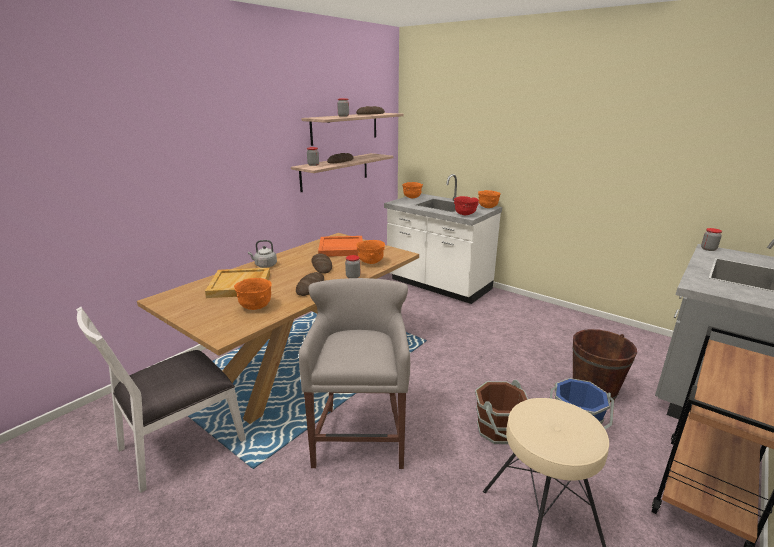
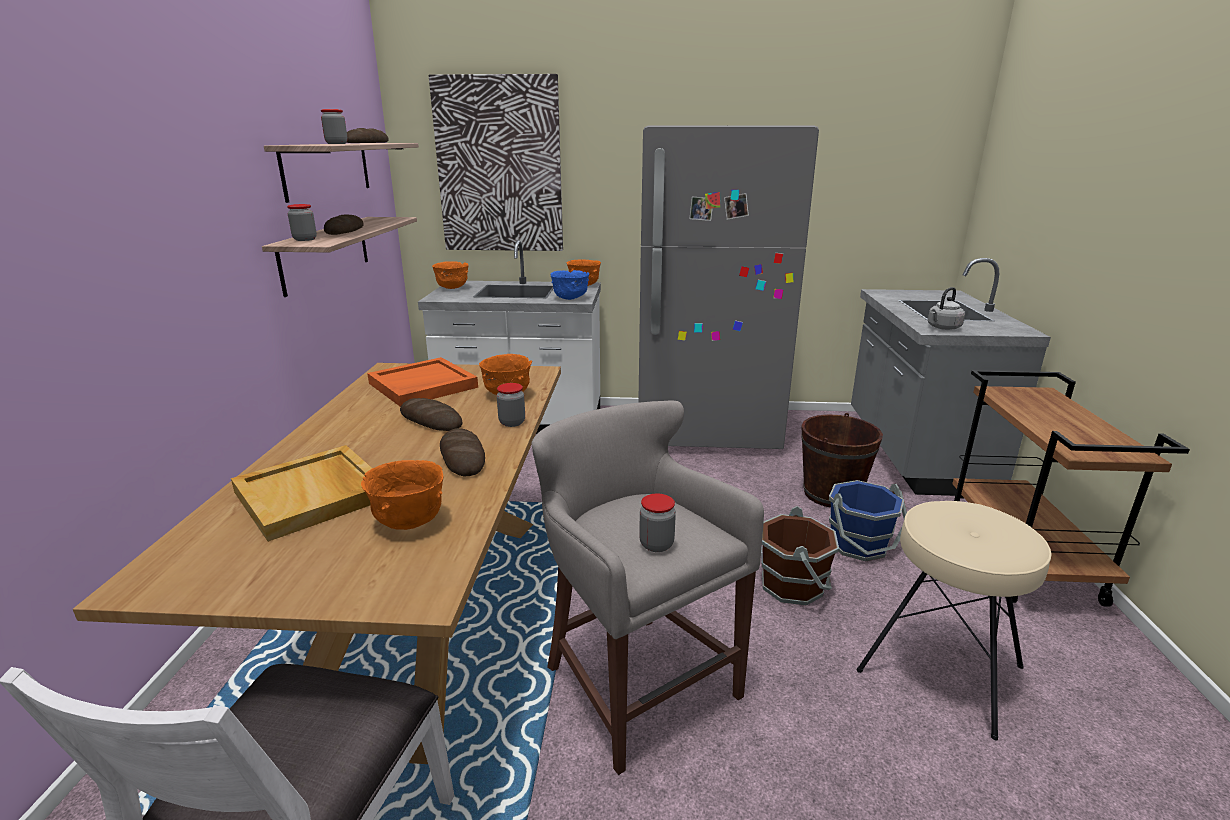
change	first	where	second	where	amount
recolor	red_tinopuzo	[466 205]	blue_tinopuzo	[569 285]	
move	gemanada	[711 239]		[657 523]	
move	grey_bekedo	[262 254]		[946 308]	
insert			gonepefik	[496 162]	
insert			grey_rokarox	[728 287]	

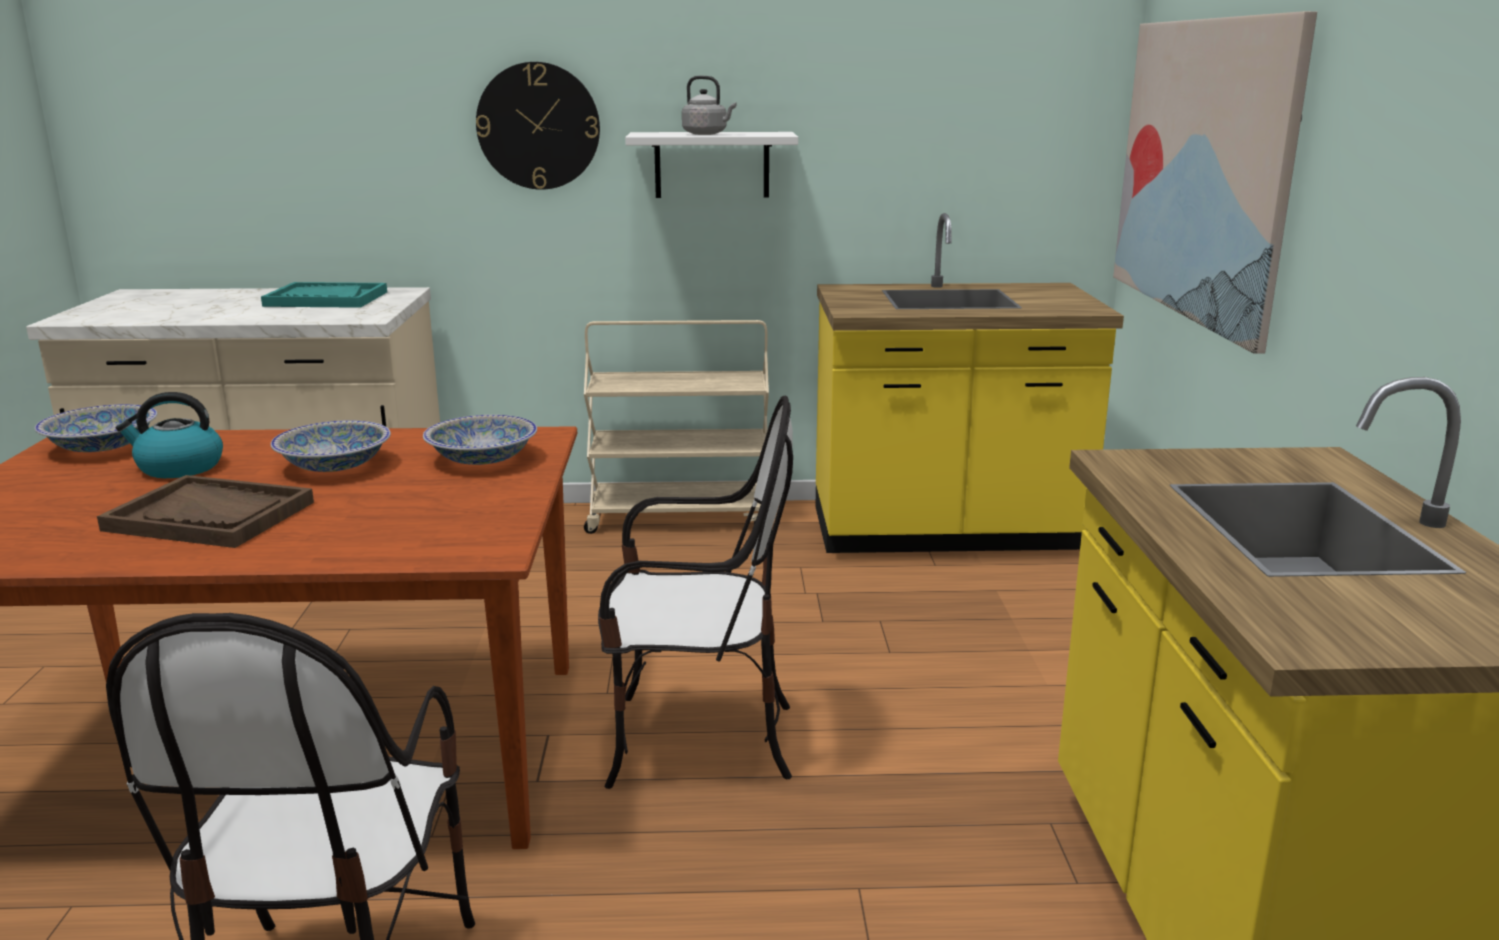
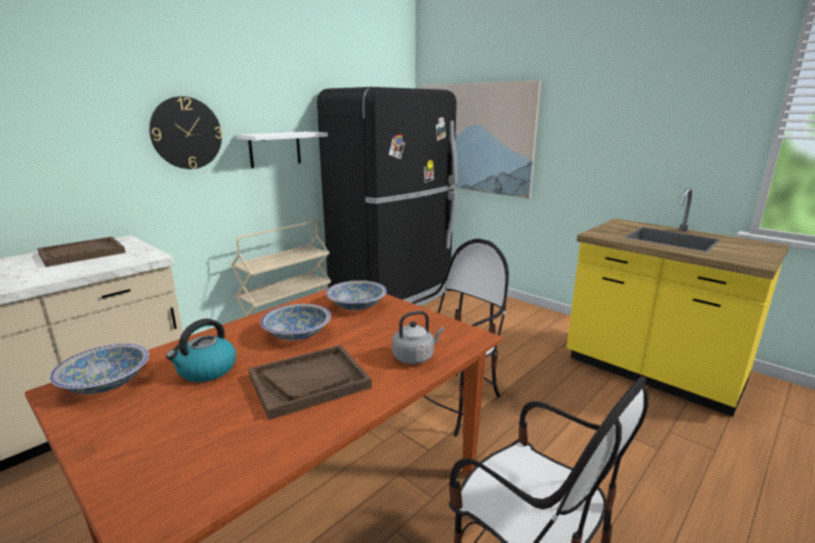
change	first	where	second	where	amount
move	grey_bekedo	[709 105]		[418 337]	
replace	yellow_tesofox	[969 383]	black_rokarox	[387 196]	
recolor	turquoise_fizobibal	[324 295]	brown_fizobibal	[81 252]	

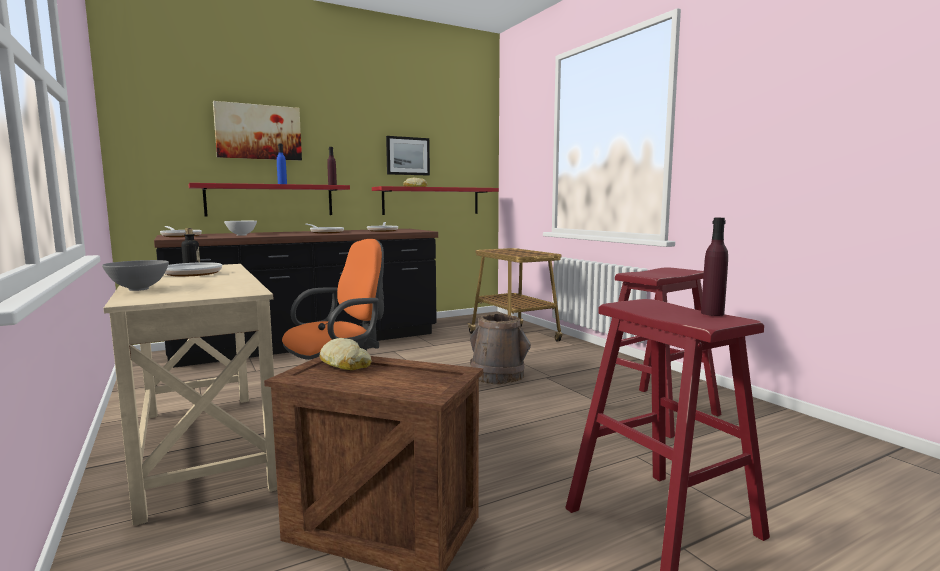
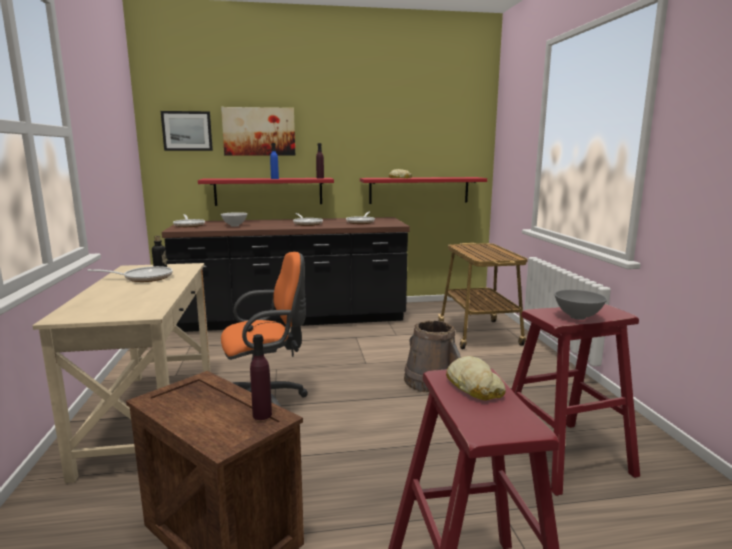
change	first	where	second	where	amount
move	gonepefik	[408 156]		[187 131]	
move	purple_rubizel	[714 267]		[261 377]	
move	grey_tinopuzo	[135 275]		[581 305]	
move	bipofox	[345 354]		[476 378]	

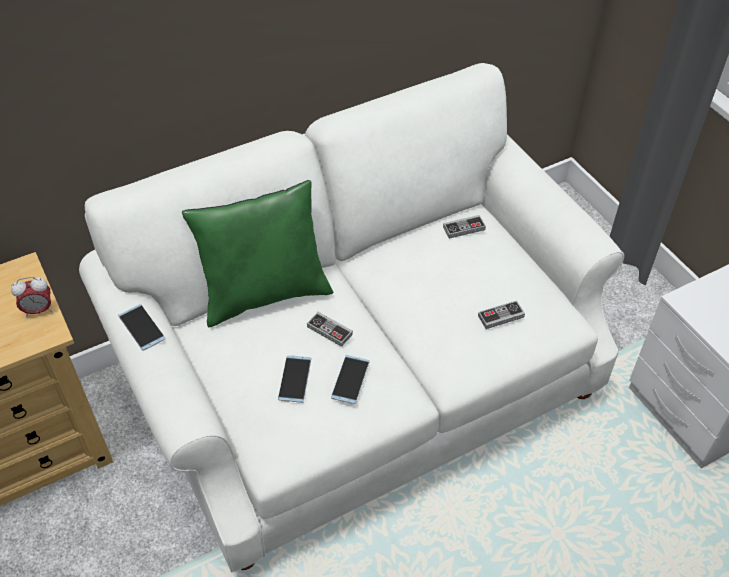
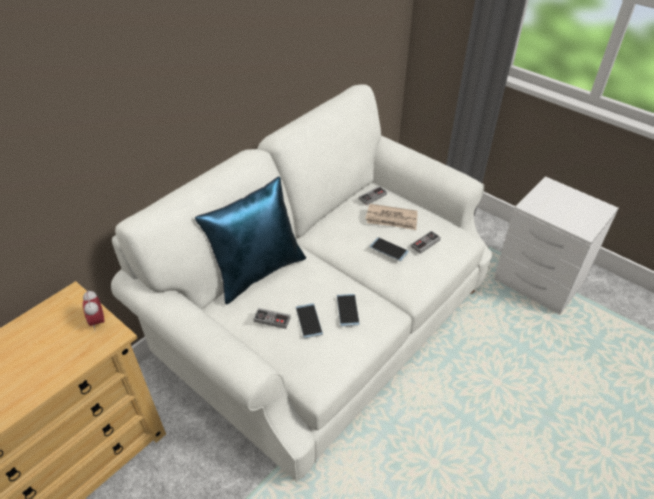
change	first	where	second	where	amount
recolor	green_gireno	[257 253]	blue_gireno	[250 240]	
rotate	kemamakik	[31 297]		[93 310]	105 degrees clockwise
move	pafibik	[141 327]		[389 249]	
move	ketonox	[330 329]		[272 318]	
insert			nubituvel	[391 217]	

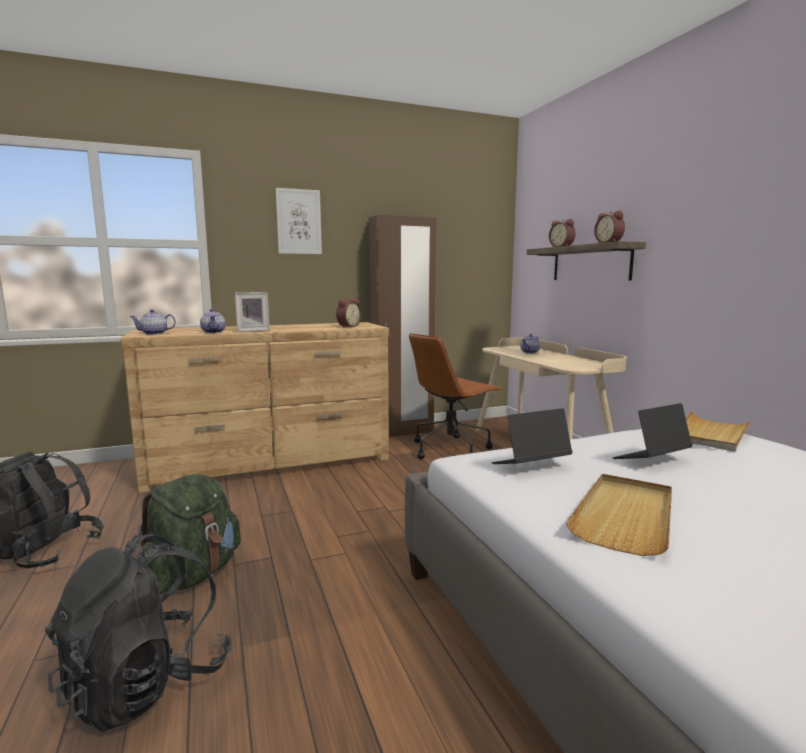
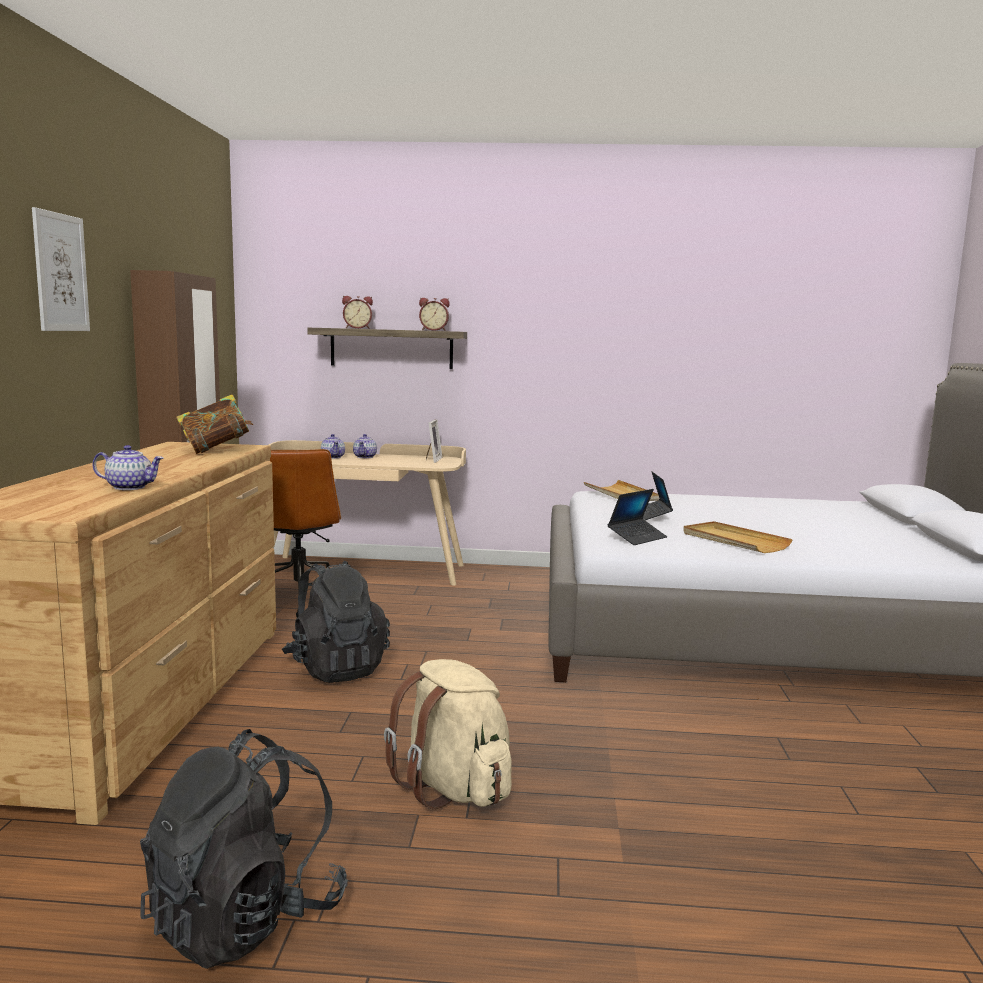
change	first	where	second	where	amount
move	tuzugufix	[252 312]		[434 441]	
replace	kemamakik	[349 313]	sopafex	[214 424]	
move	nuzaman	[153 322]		[365 446]	
rotate	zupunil	[532 436]		[637 517]	135 degrees counterclockwise
recolor	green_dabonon	[189 534]	beige_dabonon	[448 734]	
move	black_dabonon	[138 631]		[336 622]	

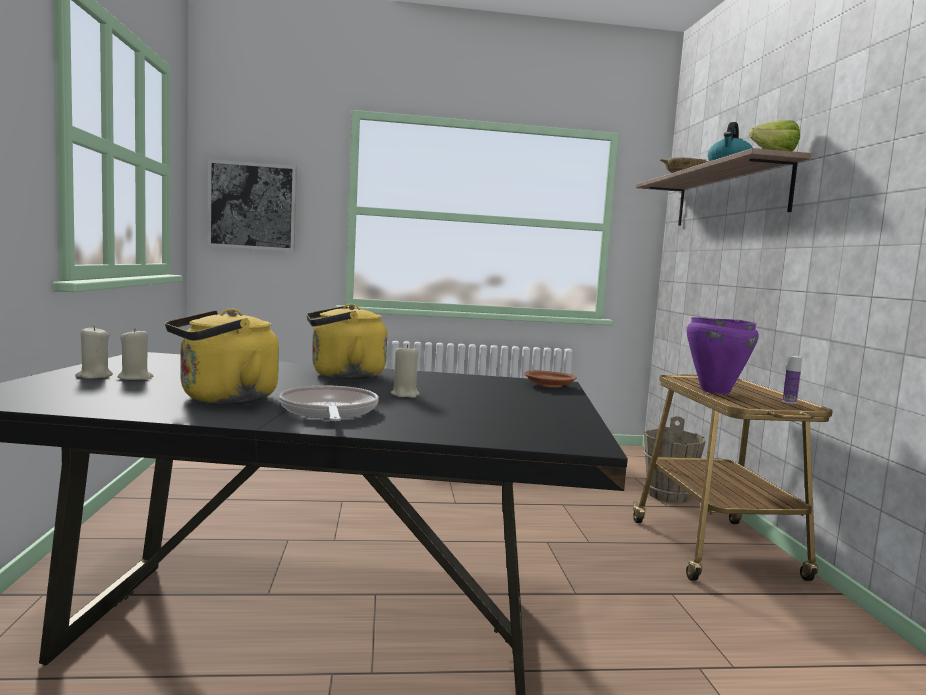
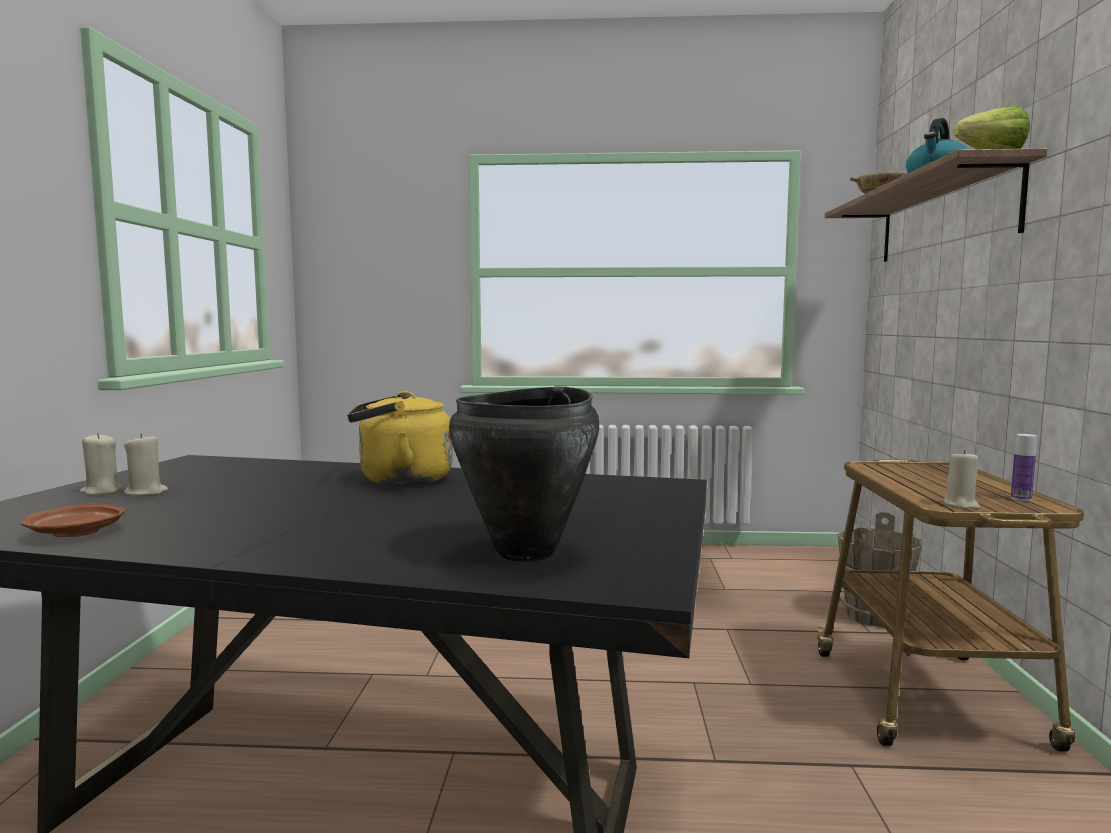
change	first	where	second	where	amount
delete	gonepefik	[252 205]			
delete	yellow_bekedo	[222 356]			
delete	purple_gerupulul	[723 355]			
move	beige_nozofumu	[405 371]		[961 479]	
move	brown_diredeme	[550 379]		[73 520]	
delete	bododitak	[329 403]			
insert			black_gerupulul	[524 474]	

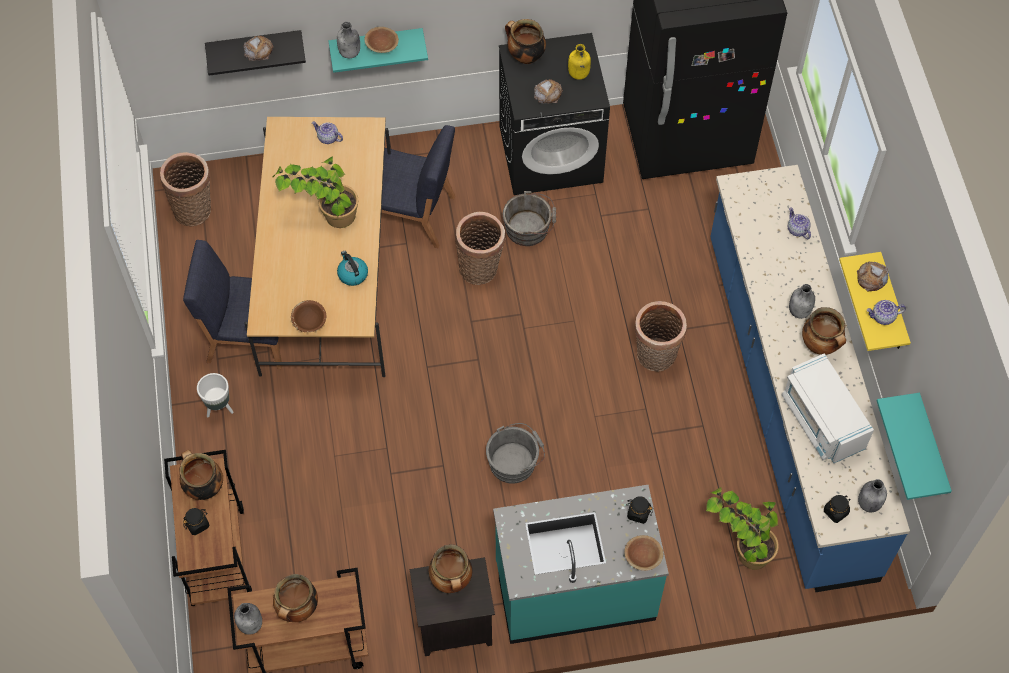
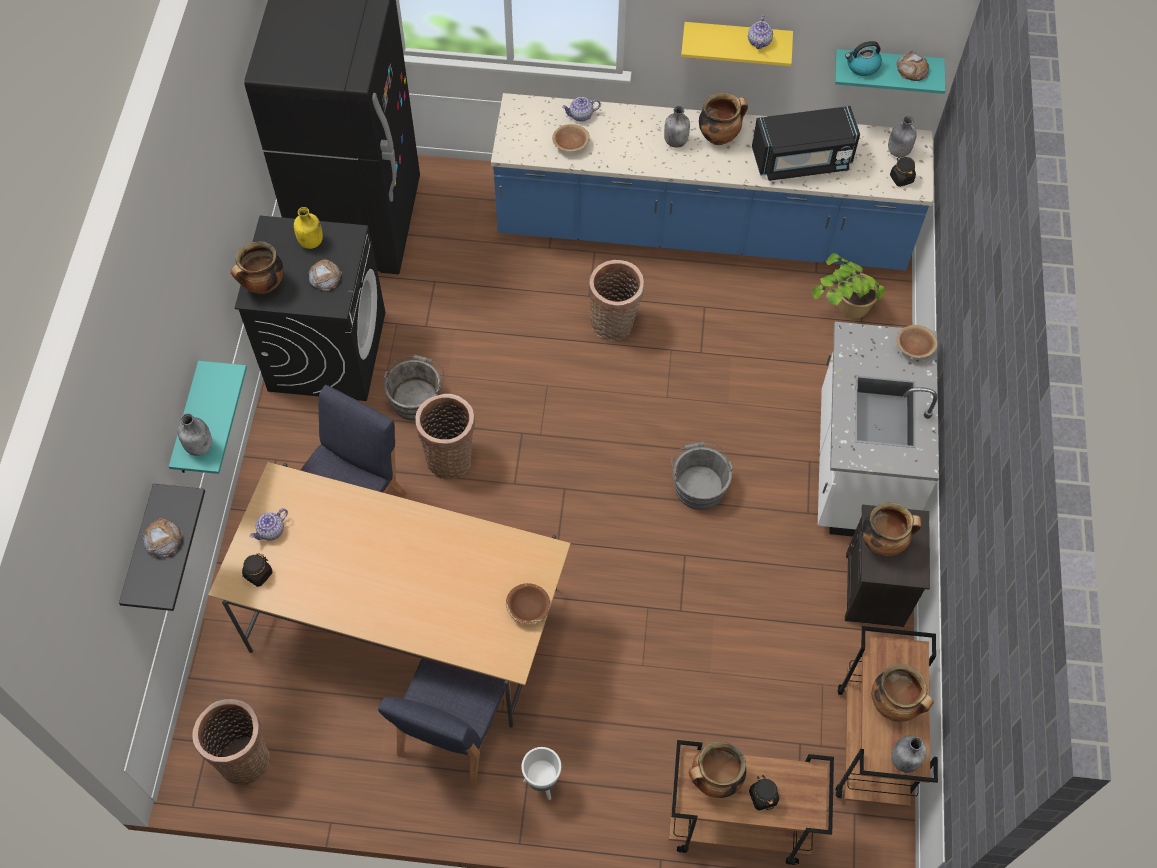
change	first	where	second	where	amount
move	brown_tinopuzo	[381 40]		[571 138]	
delete	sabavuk	[315 192]			
move	bekedo	[352 268]		[863 58]	
move	bipofox	[873 277]		[912 65]	
recolor	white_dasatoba	[828 408]	black_dasatoba	[806 143]	
recolor	turquoise_tesofox	[581 564]	white_tesofox	[878 429]	
move	black_gemanada	[639 510]		[257 570]	

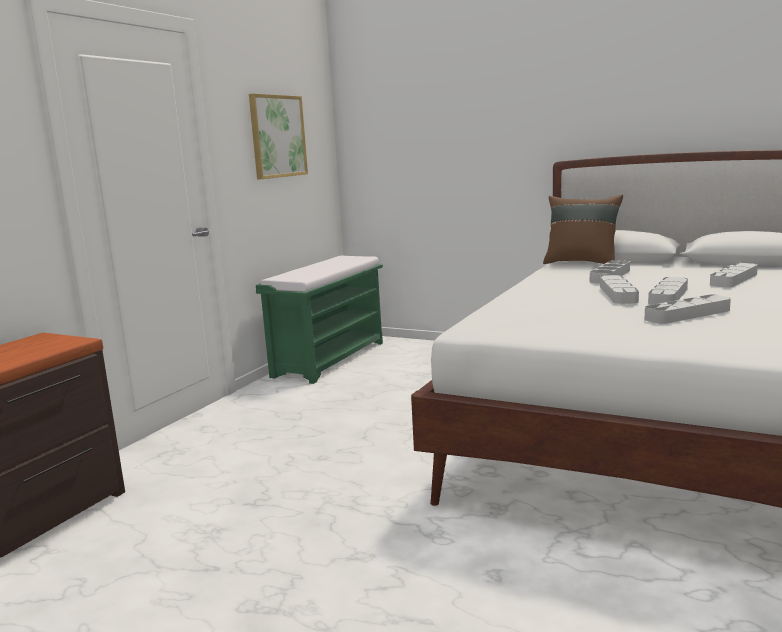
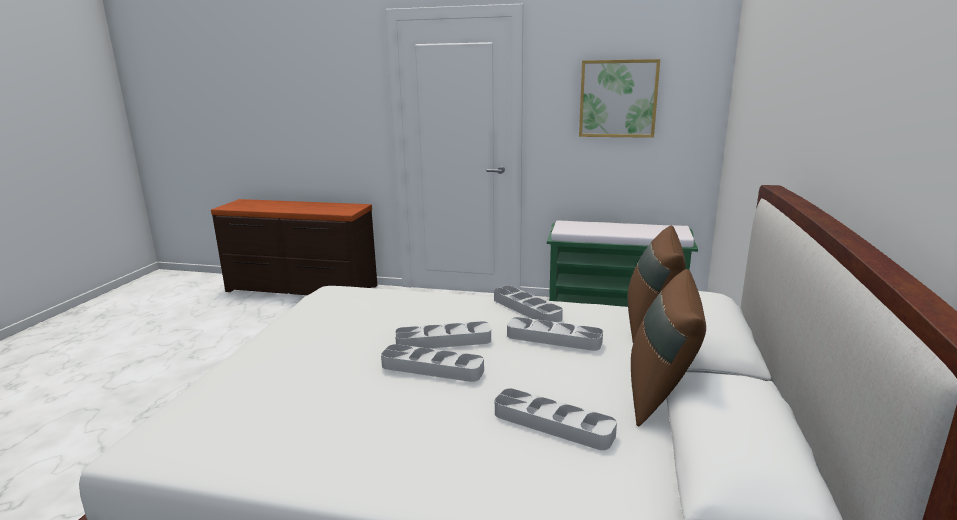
change	first	where	second	where	amount
move	grey_fizobibal	[688 309]		[528 304]	
insert			brown_gireno	[668 348]	

